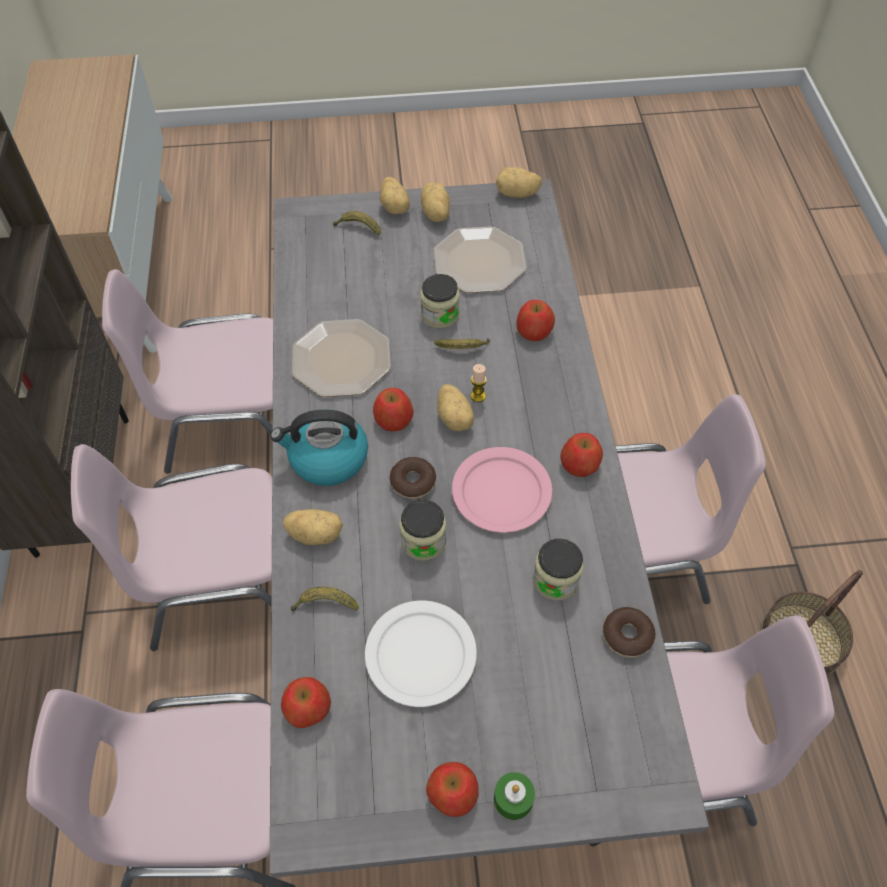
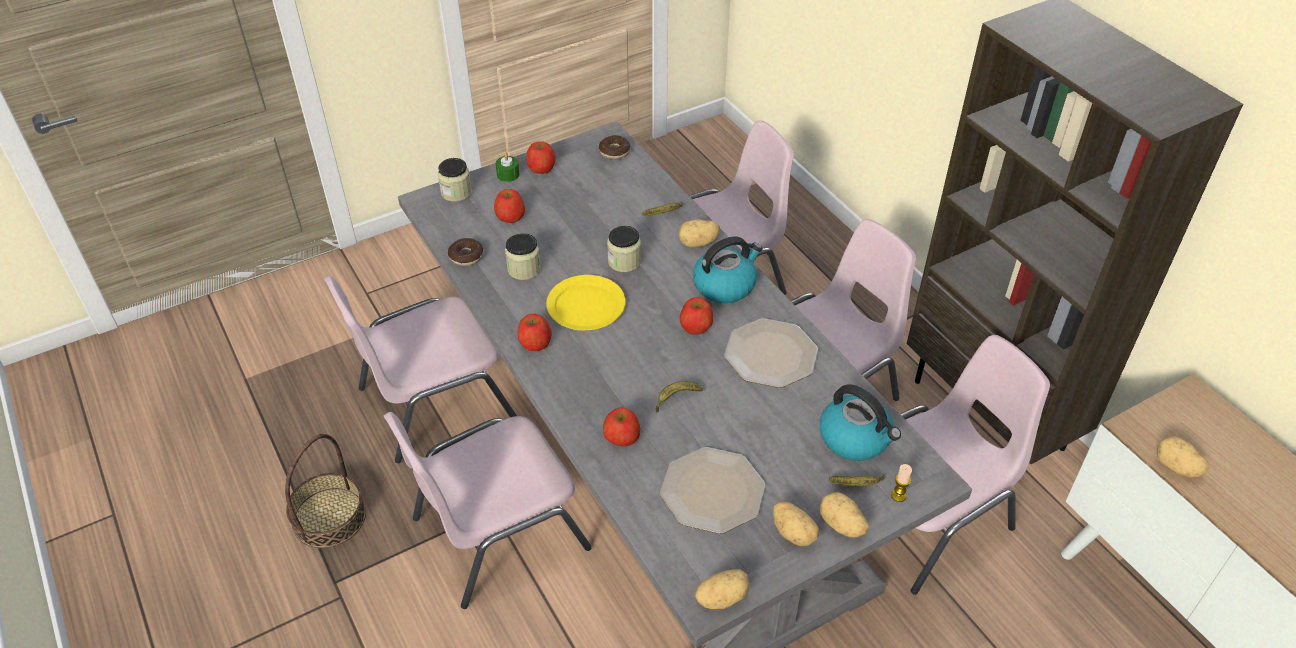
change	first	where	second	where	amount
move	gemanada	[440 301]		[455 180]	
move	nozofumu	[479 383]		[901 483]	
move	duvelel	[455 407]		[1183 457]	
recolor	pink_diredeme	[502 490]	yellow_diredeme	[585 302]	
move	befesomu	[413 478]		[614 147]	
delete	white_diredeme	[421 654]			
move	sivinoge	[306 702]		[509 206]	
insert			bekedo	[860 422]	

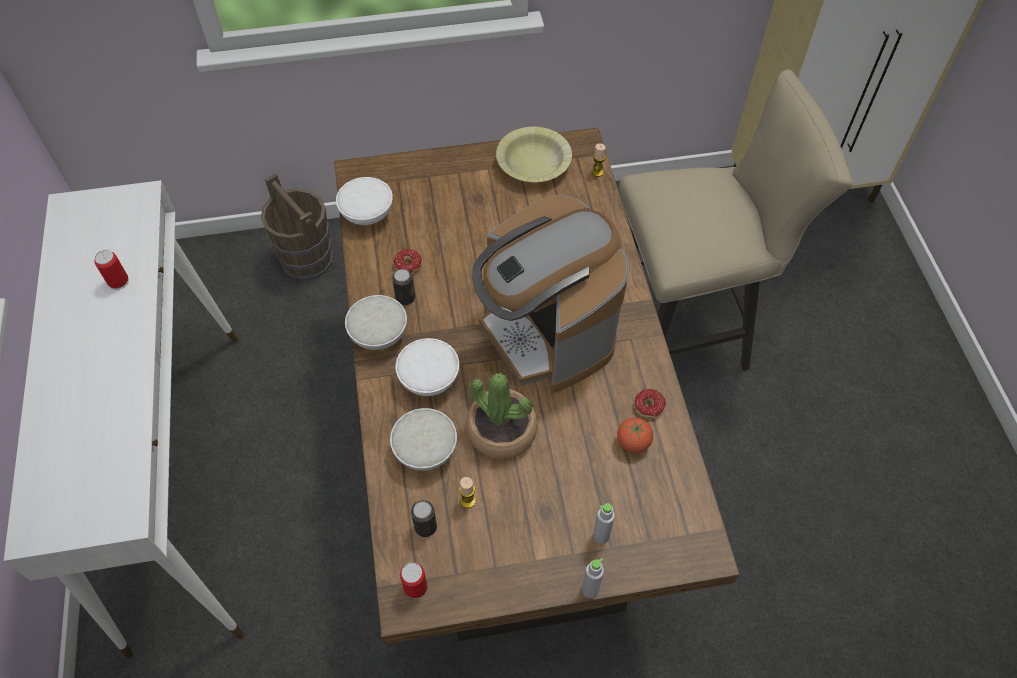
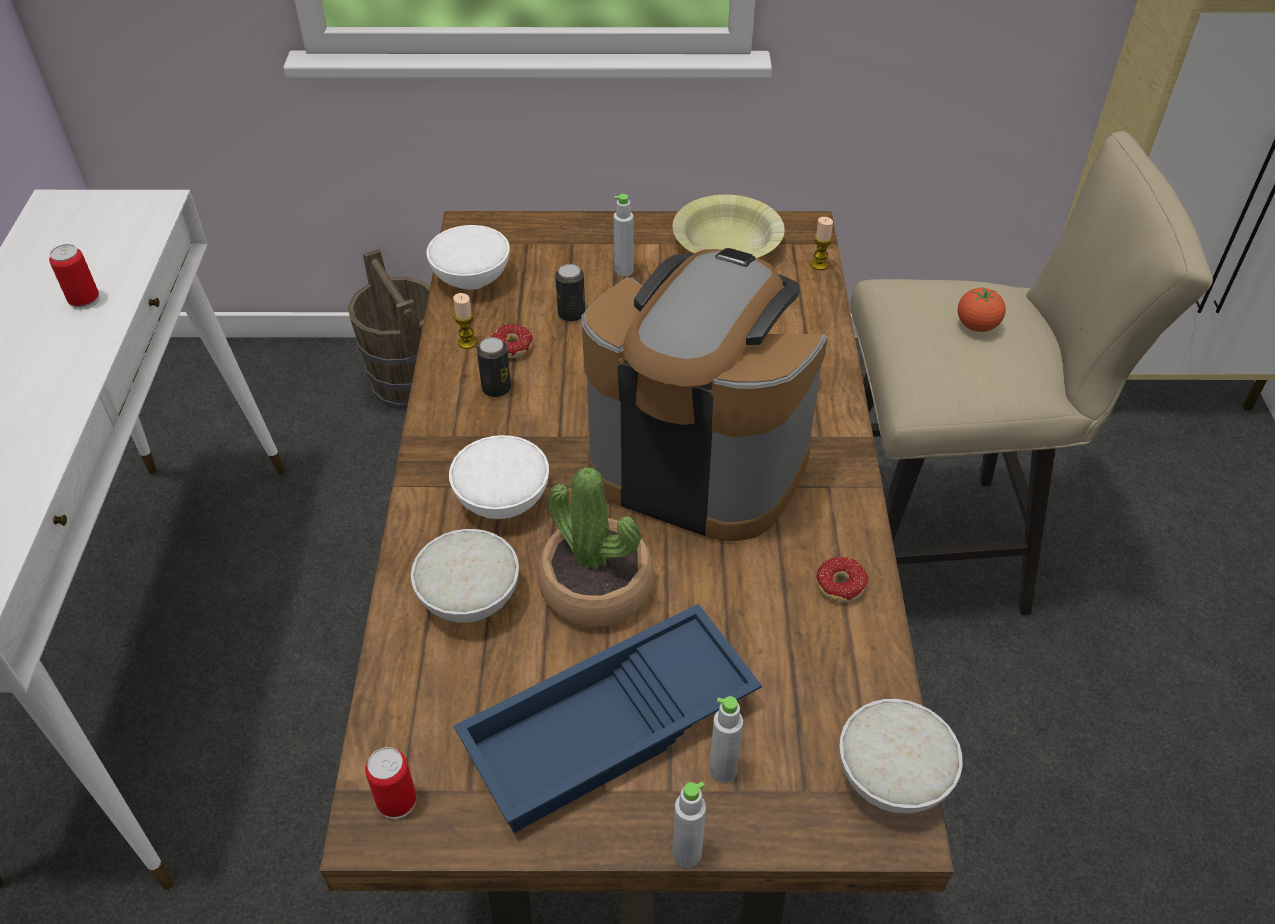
change	first	where	second	where	amount
rotate	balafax	[550 293]		[704 394]	135 degrees clockwise
move	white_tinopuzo	[376 322]		[901 756]	
move	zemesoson	[635 435]		[982 309]	
move	nozofumu	[467 492]		[465 321]	
move	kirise	[424 518]		[570 293]	
insert			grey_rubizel	[624 235]	
insert			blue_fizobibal	[608 718]	

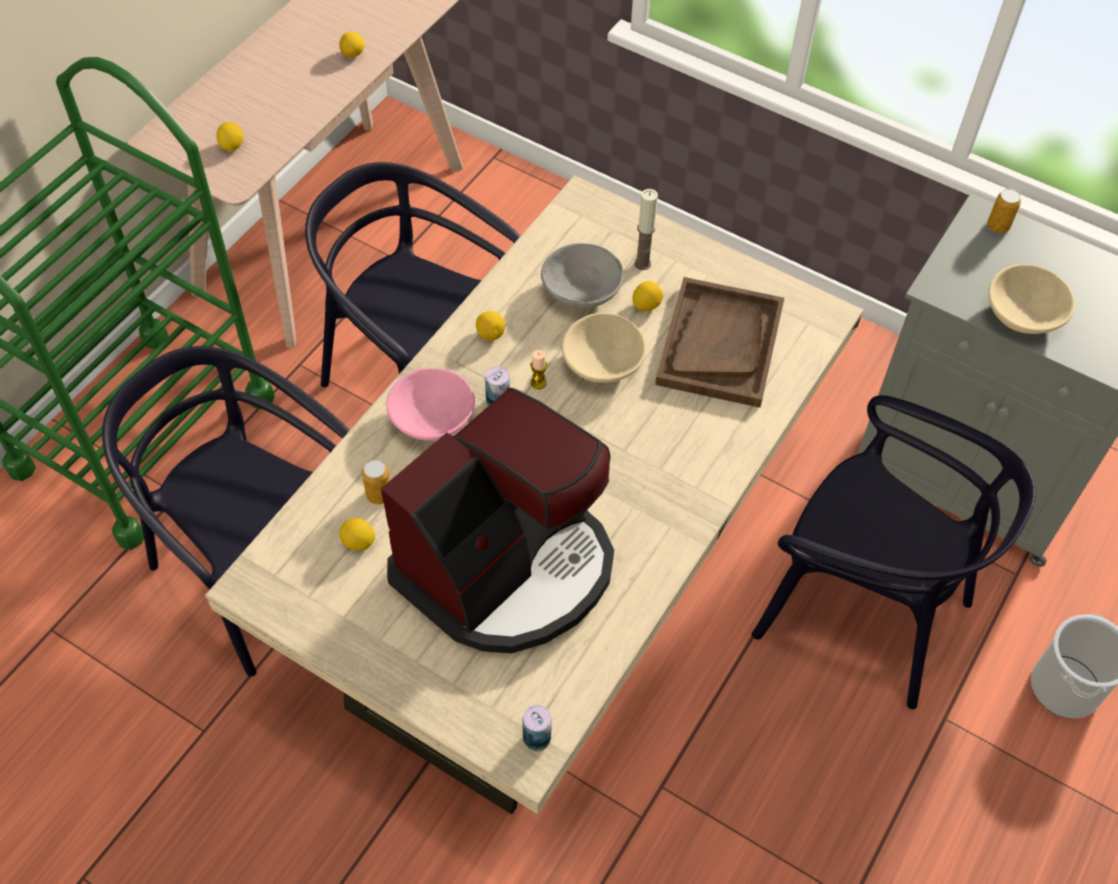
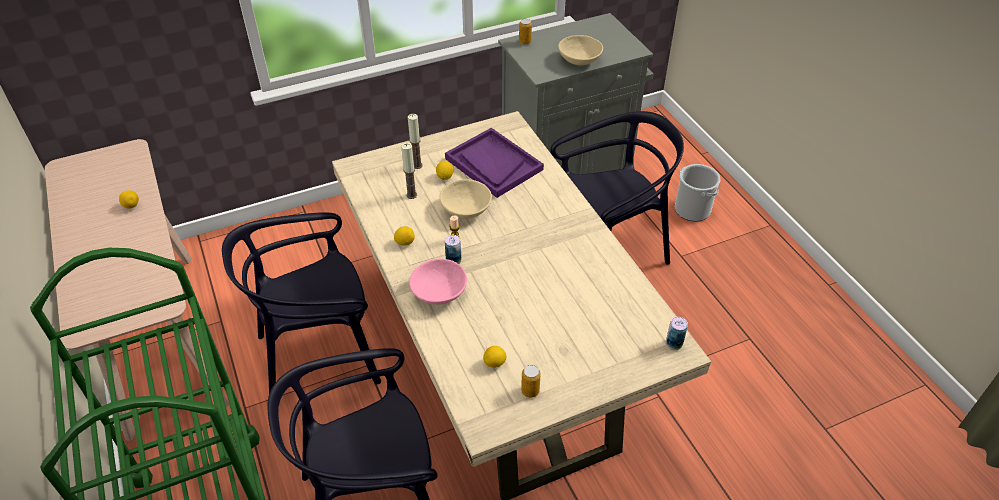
change	first	where	second	where	amount
delete	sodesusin	[229 136]			
replace	grey_tinopuzo	[582 275]	nozofumu	[409 171]	
recolor	brown_fizobibal	[719 342]	purple_fizobibal	[494 163]	
delete	balafax	[497 520]			
move	kirise	[376 482]		[531 381]	

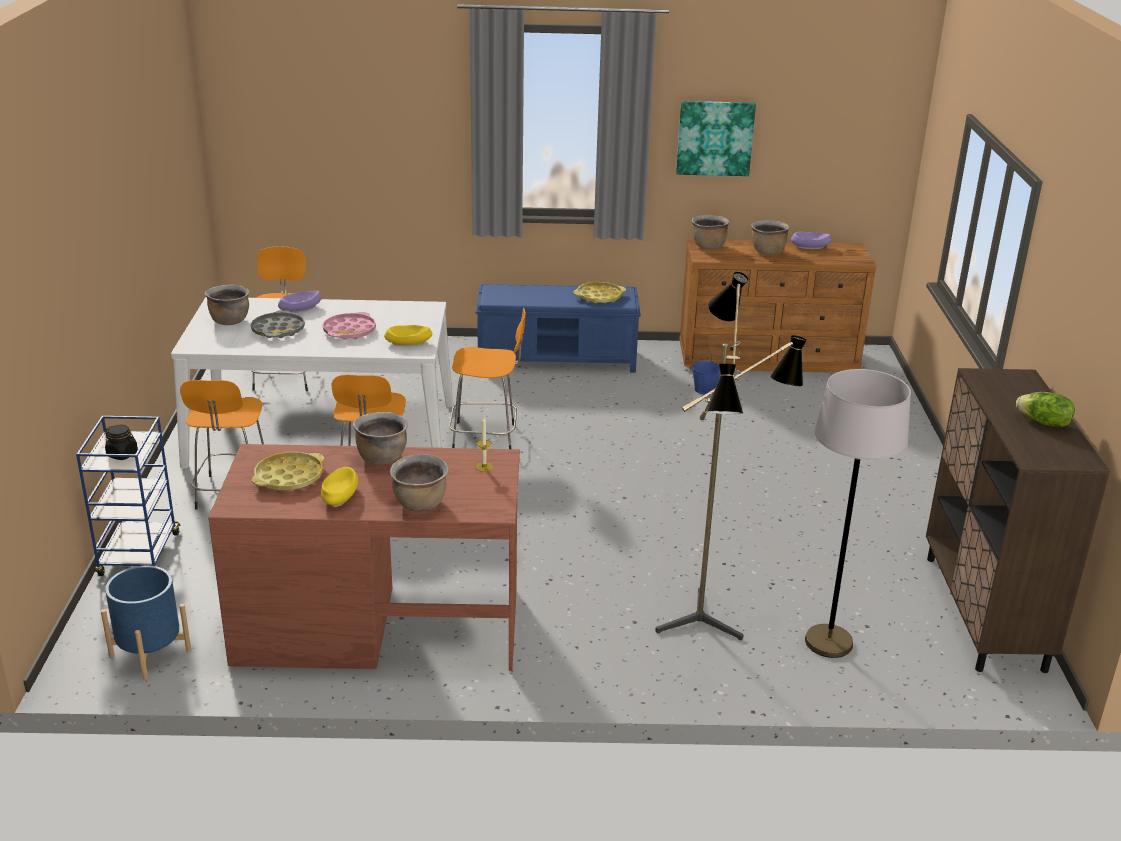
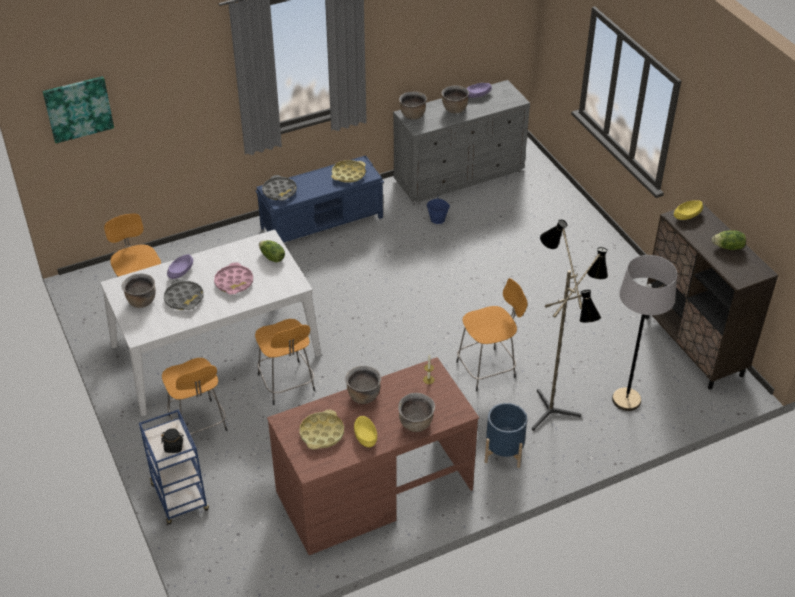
change	first	where	second	where	amount
move	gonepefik	[716 138]		[78 109]	
recolor	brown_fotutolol	[777 306]	grey_fotutolol	[461 141]	
move	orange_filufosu	[487 378]		[491 335]	
move	yellow_tinopuzo	[408 335]		[688 210]	
move	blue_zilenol	[146 623]		[506 435]	
insert			grey_fizobibal	[279 188]	
insert			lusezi	[272 251]	

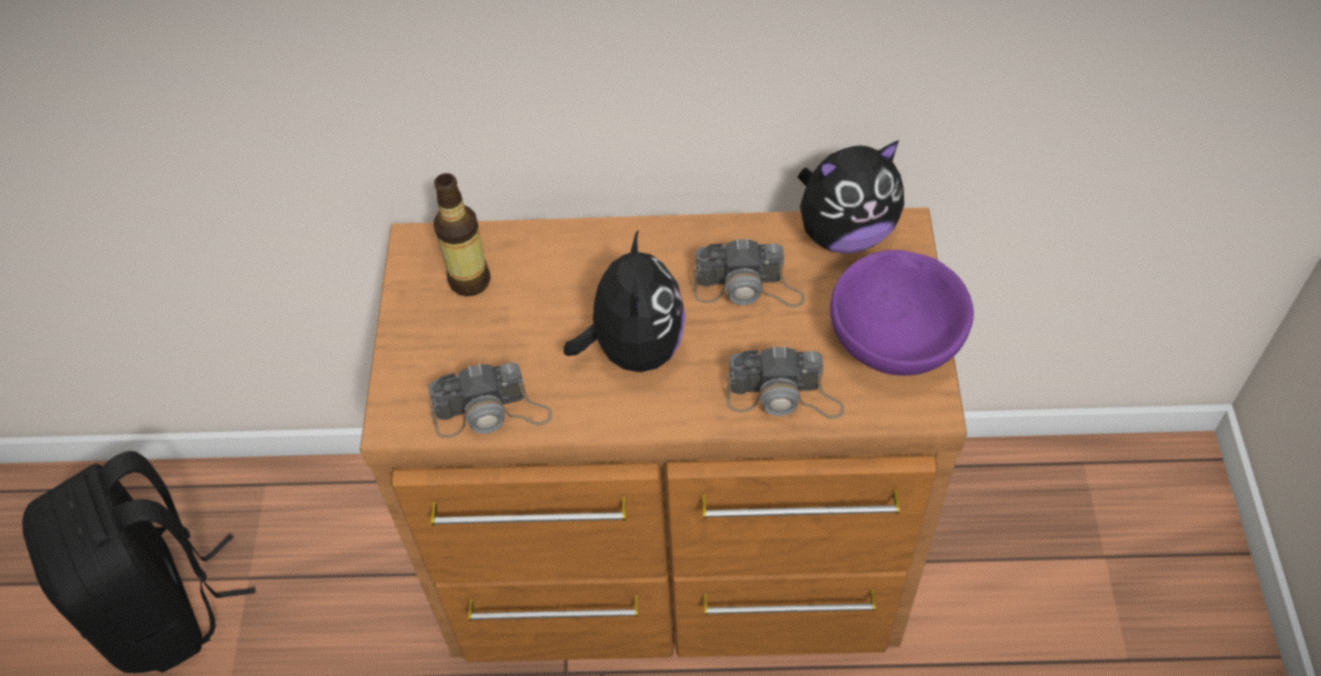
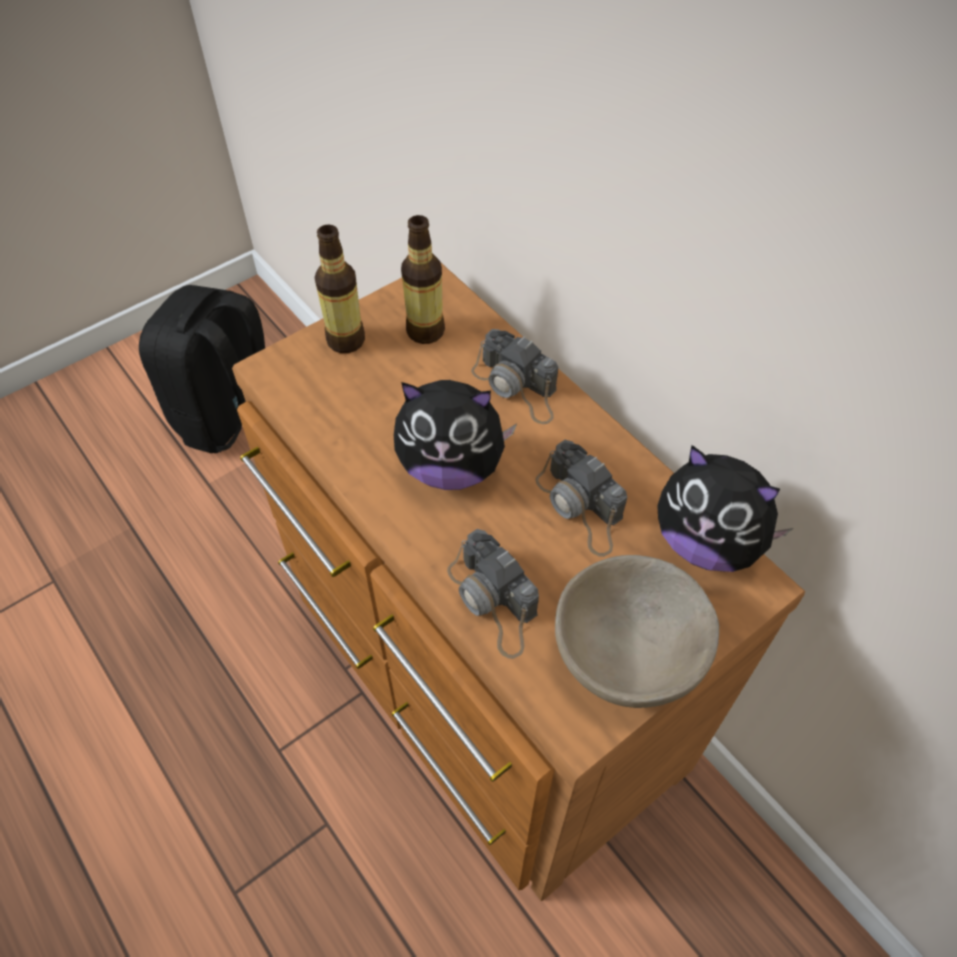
change	first	where	second	where	amount
rotate	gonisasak	[625 300]		[455 435]	45 degrees clockwise
recolor	purple_tinopuzo	[902 313]	beige_tinopuzo	[637 631]	
move	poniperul	[490 400]		[514 376]	
insert			rubizel	[339 288]	

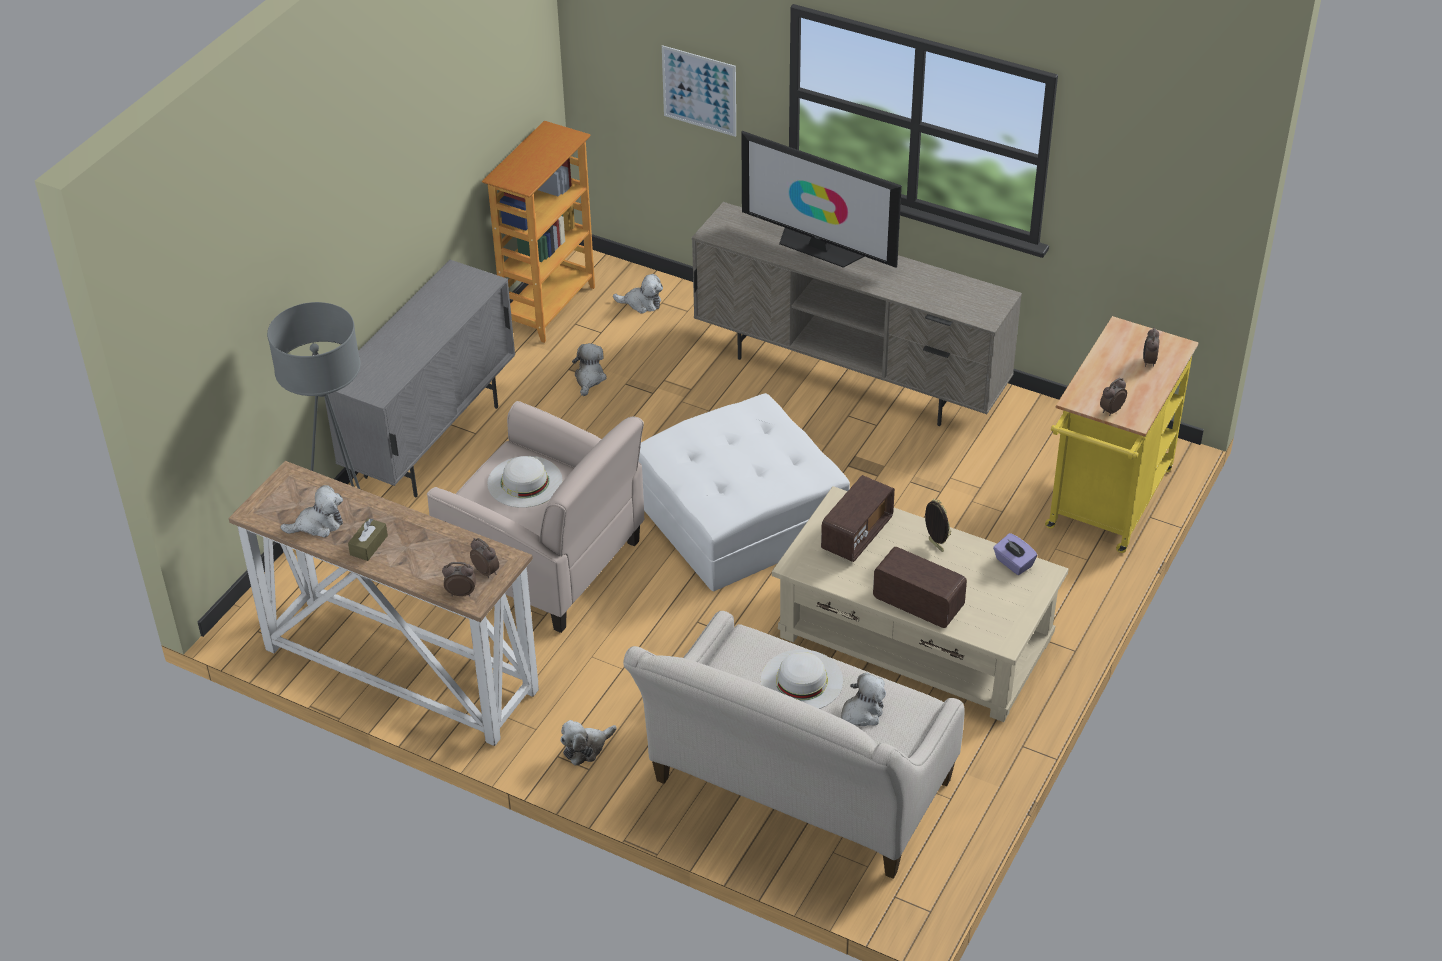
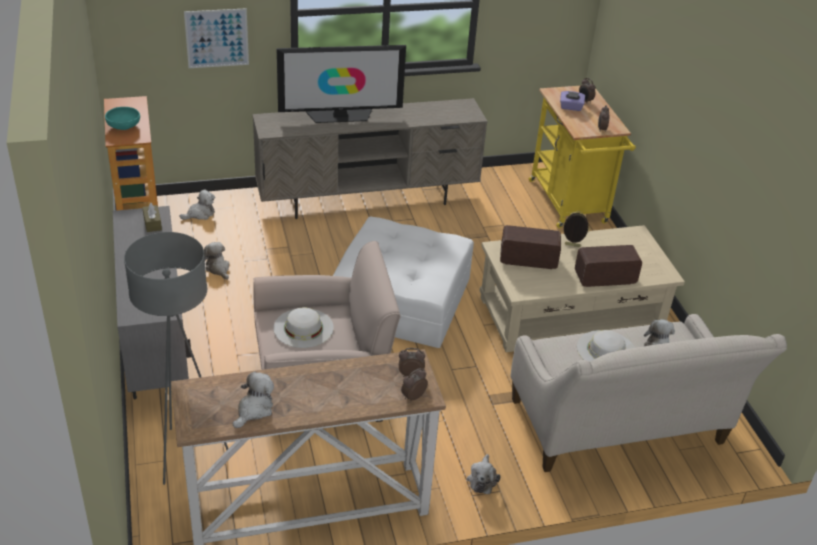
change	first	where	second	where	amount
rotate	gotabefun	[858 518]		[530 247]	75 degrees counterclockwise
move	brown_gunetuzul	[368 539]		[152 217]	
move	purple_gunetuzul	[1015 554]		[572 101]	
insert			turquoise_tinopuzo	[122 118]	

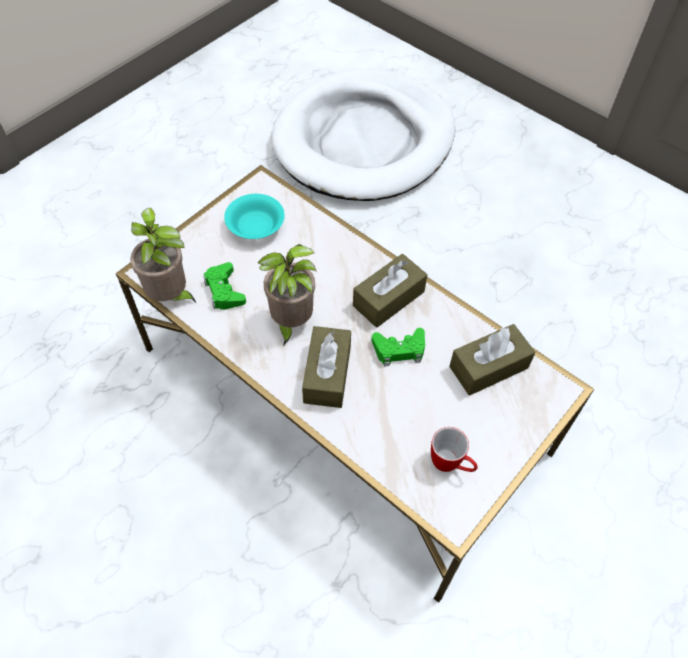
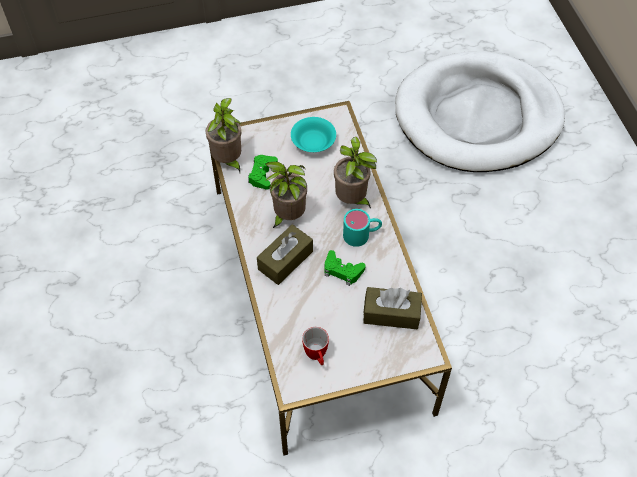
change	first	where	second	where	amount
replace	brown_gunetuzul	[390 291]	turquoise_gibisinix	[362 228]	
insert			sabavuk	[355 172]	

